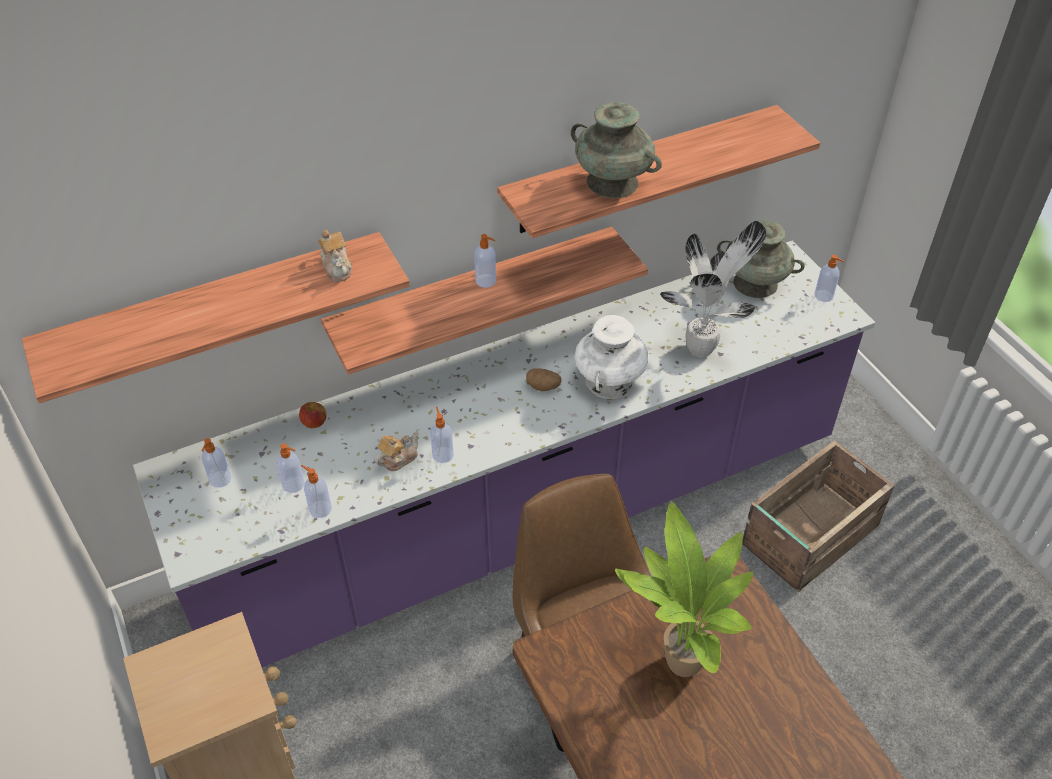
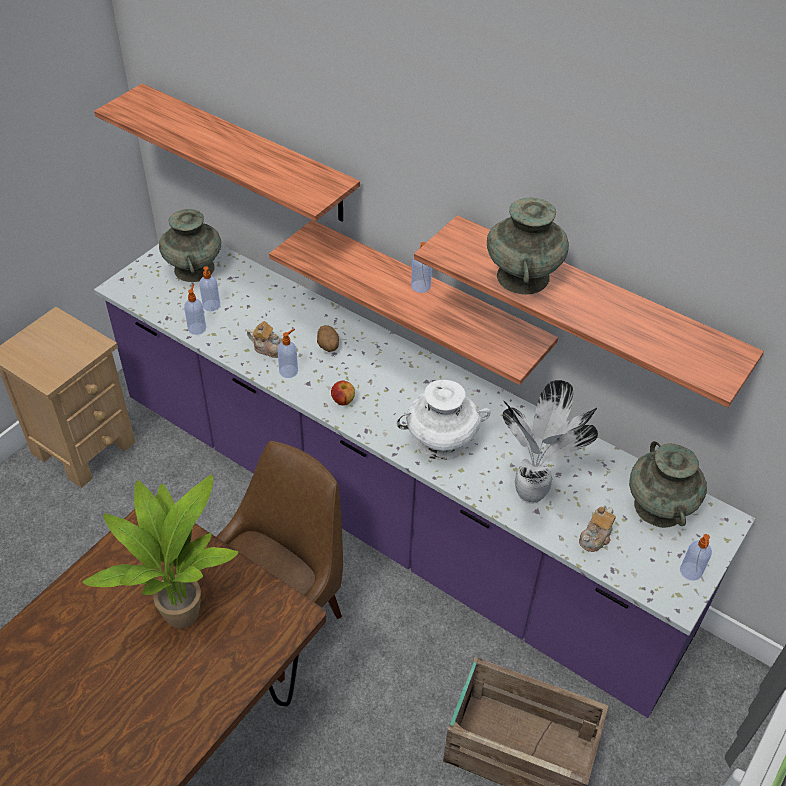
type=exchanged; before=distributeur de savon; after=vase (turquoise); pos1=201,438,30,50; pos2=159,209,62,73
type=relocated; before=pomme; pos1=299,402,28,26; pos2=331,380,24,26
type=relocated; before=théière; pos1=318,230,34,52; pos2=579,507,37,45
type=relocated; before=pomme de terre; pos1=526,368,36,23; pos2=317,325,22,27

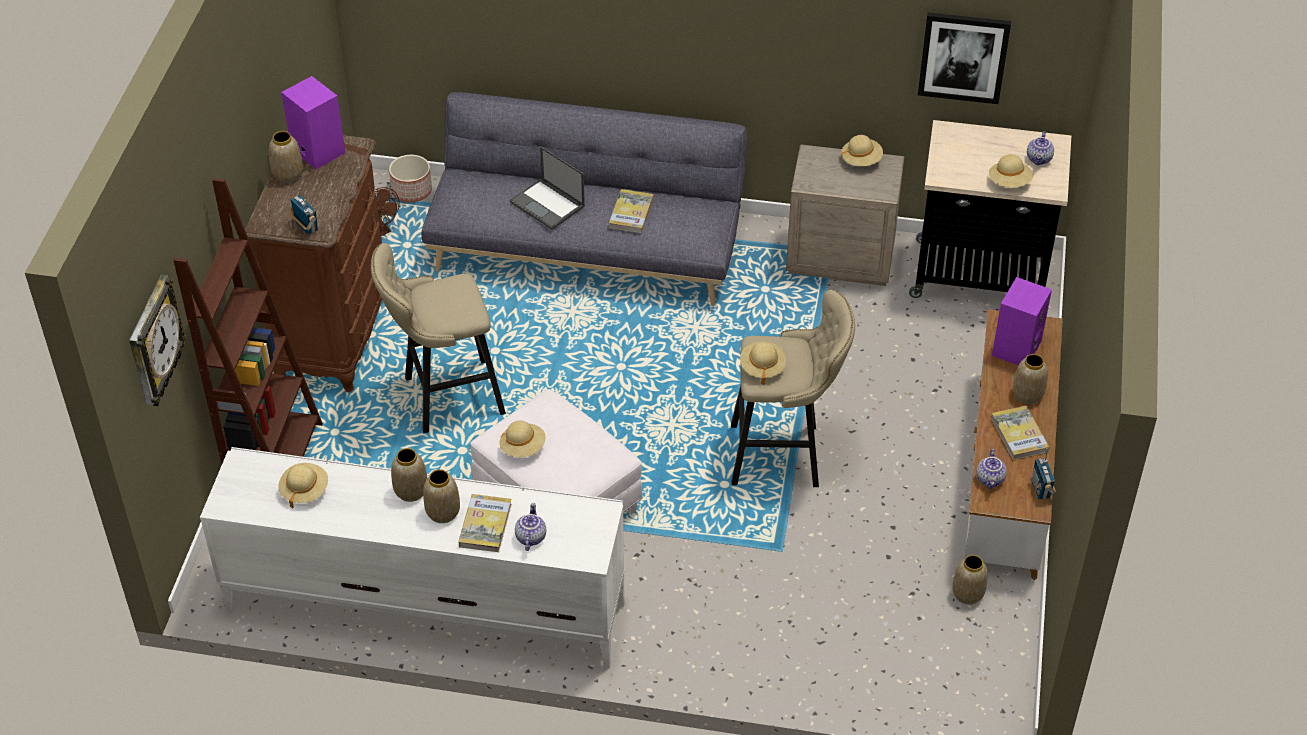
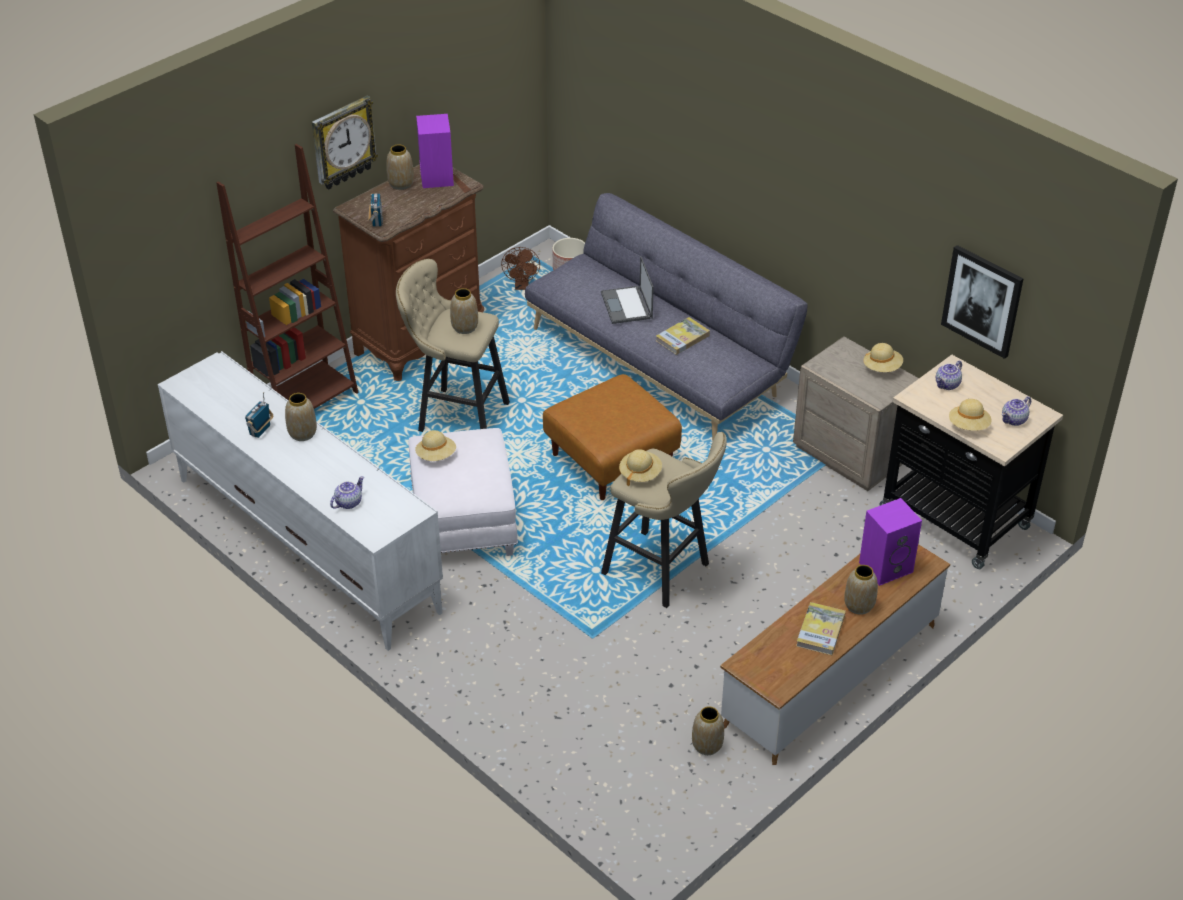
type=relocated; before=horloge murale; pos1=129,275,58,131; pos2=312,96,66,93
type=missing; before=chapeau (beige); pos1=279,463,49,46
type=relocated; before=vase; pos1=423,469,37,54; pos2=450,288,28,46
type=missing; before=livre; pos1=458,494,54,58
type=relocated; before=théière; pos1=976,449,31,40; pos2=936,360,26,30
type=relocated; before=radio; pos1=1032,448,24,51; pos2=245,392,28,46
type=appeared; after=pouf (marron); pos2=543,374,139,126

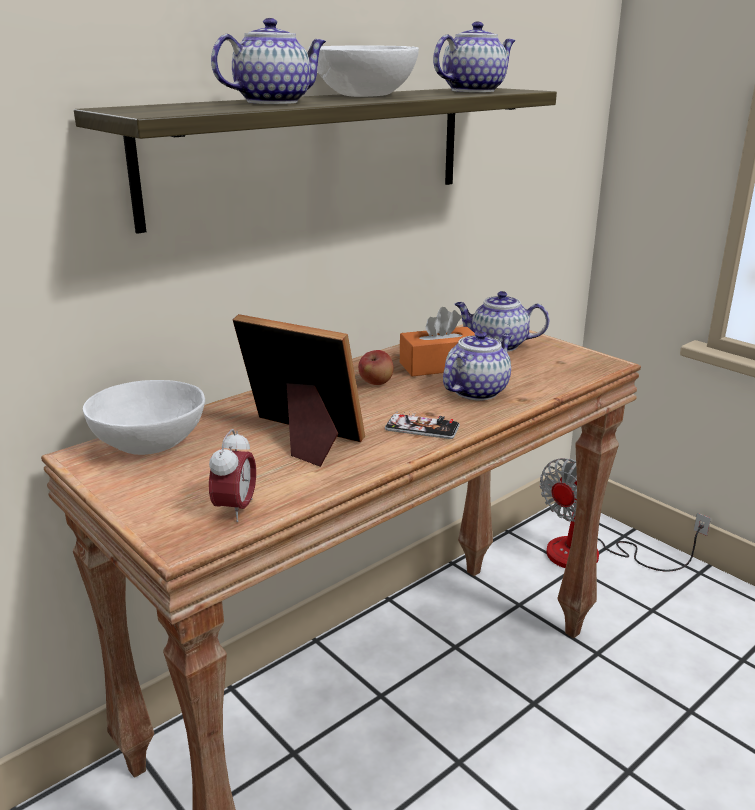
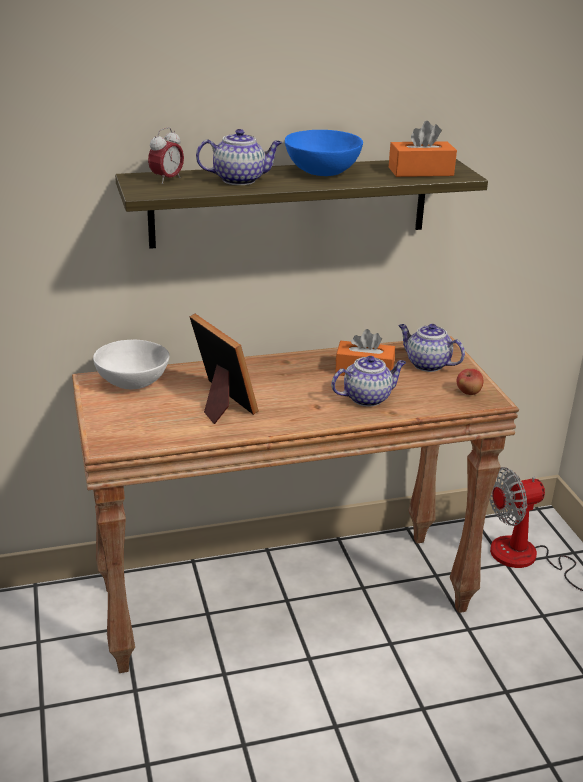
type=relocated; before=réveil; pos1=209,429,47,93; pos2=148,127,36,57
type=colour; before=bol (blanc); after=bol (bleu); pos1=309,45,110,52; pos2=285,130,78,46
type=relocated; before=pomme; pos1=358,350,36,35; pos2=457,369,26,26
type=missing; before=téléphone; pos1=385,412,75,27
type=exchanged; before=théière; after=boîte à mouchoirs (orange); pos1=433,21,83,71; pos2=389,121,68,56

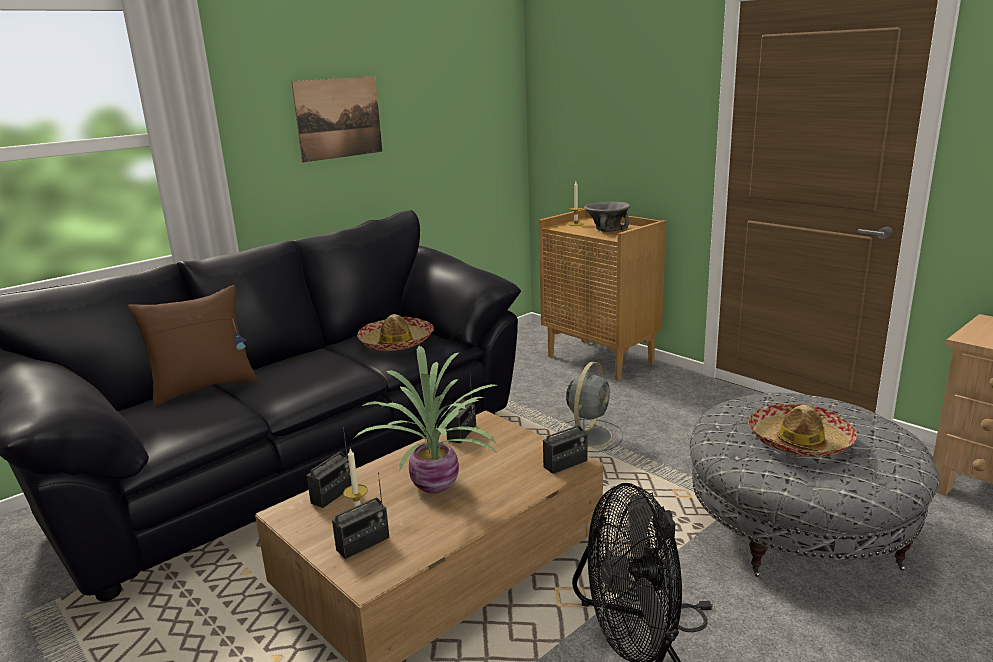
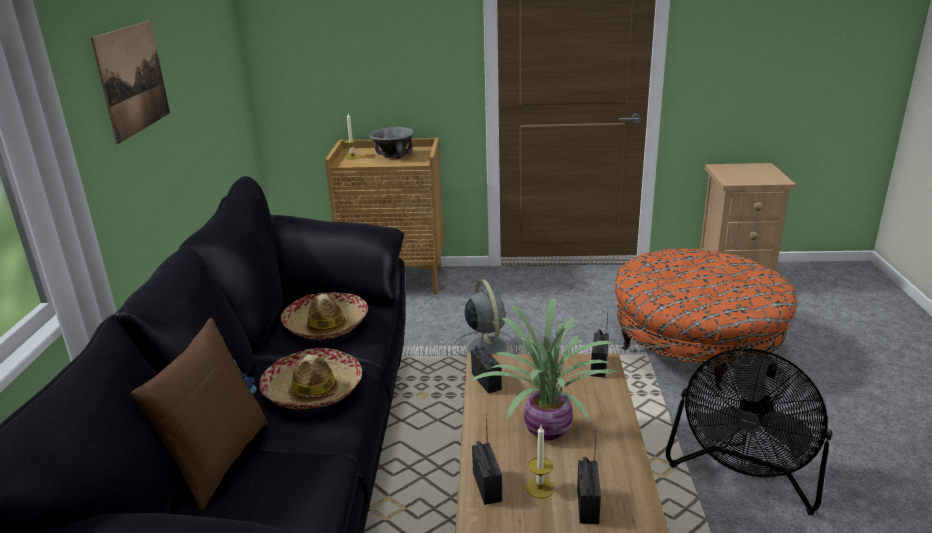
type=colour; before=pouf (gris); after=pouf (orange); pos1=690,392,250,185; pos2=615,248,182,142
type=relocated; before=chapeau; pos1=748,403,109,54; pos2=260,348,102,61

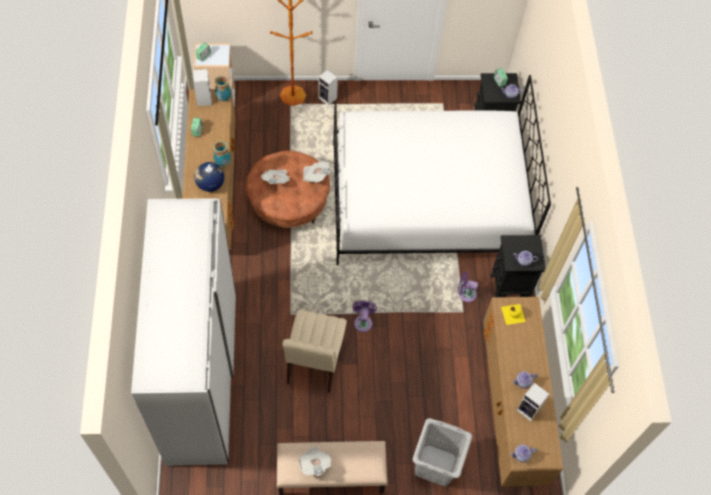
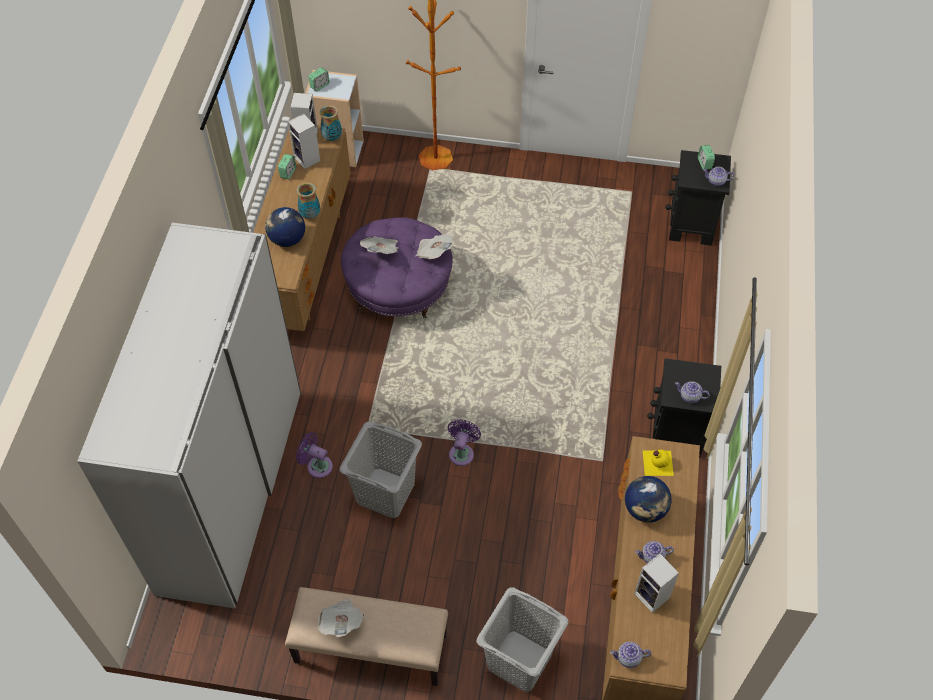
type=colour; before=pouf (marron); after=pouf (violet); pos1=246,150,84,78; pos2=341,217,112,101
type=exchanged; before=chaise (beige); after=panier à linge (gris); pos1=282,310,65,83; pos2=340,421,82,97
type=relocated; before=enceinte; pos1=318,69,20,37; pos2=288,114,32,55
type=missing; before=lit (blanc); pos1=333,75,218,190
type=relocated; before=ventilateur (violet); pos1=458,271,20,31; pos2=296,432,37,46
type=appeared; after=globe; pos2=625,476,47,47

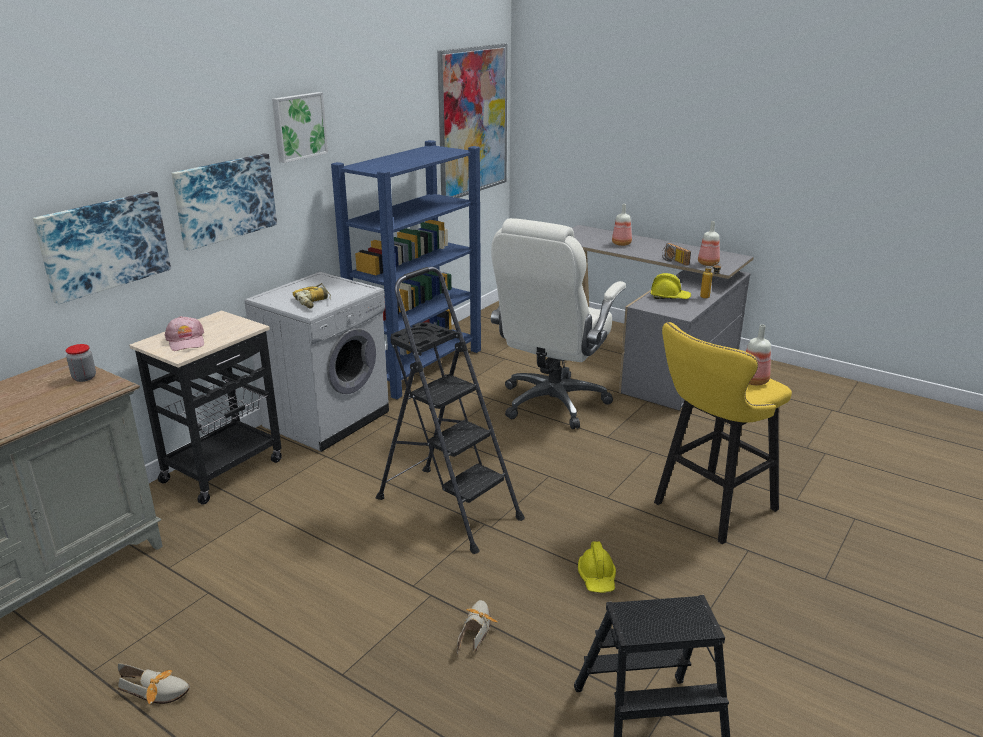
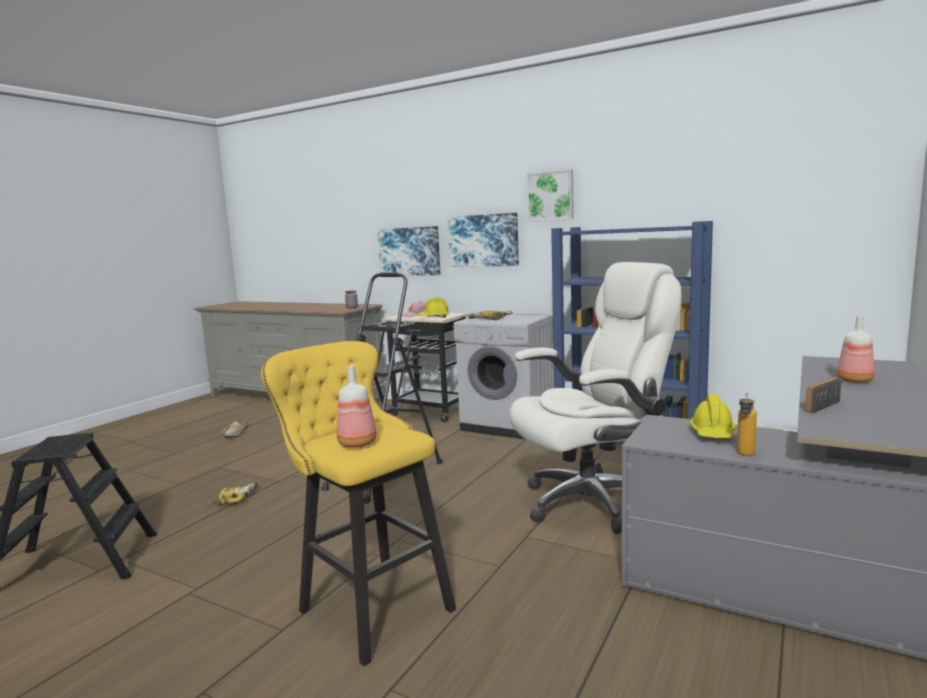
type=missing; before=tableau; pos1=437,43,71,155
type=exchanged; before=chaussure; after=perceuse; pos1=457,600,41,58; pos2=206,481,52,23
type=spun; before=chaise de bureau (blanc); pos1=491,218,135,211; pos2=509,262,172,272; turn=135
type=relocated; before=casque de chantier (jaune); pos1=578,541,38,52; pos2=416,298,33,20
type=missing; before=bouteille; pos1=698,221,22,45

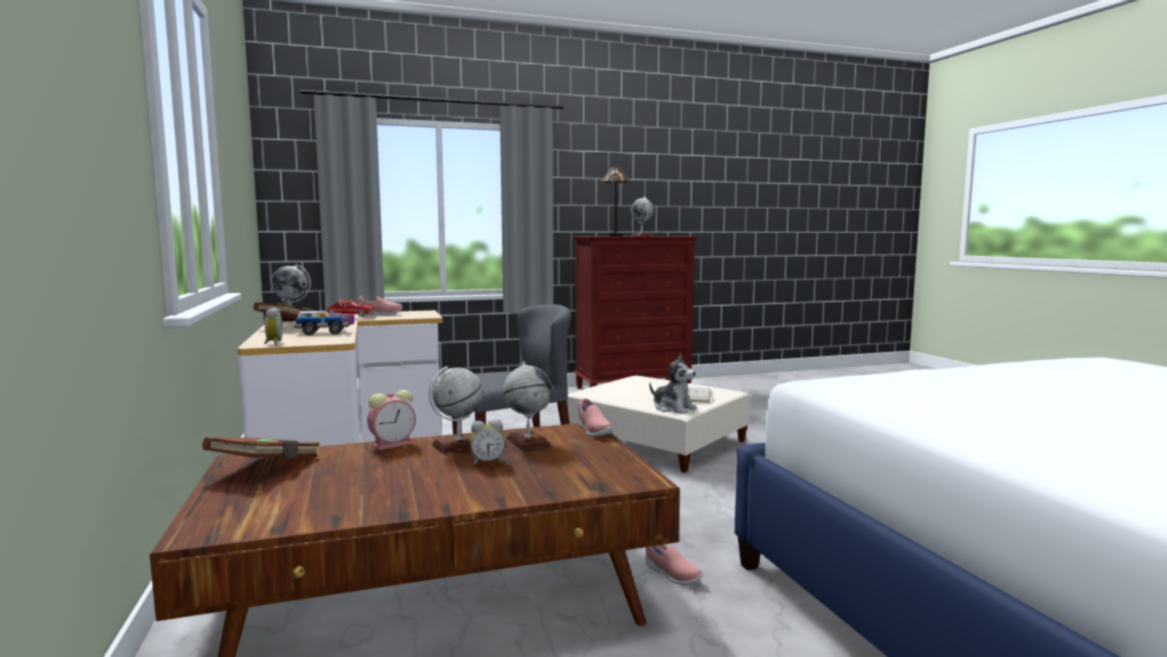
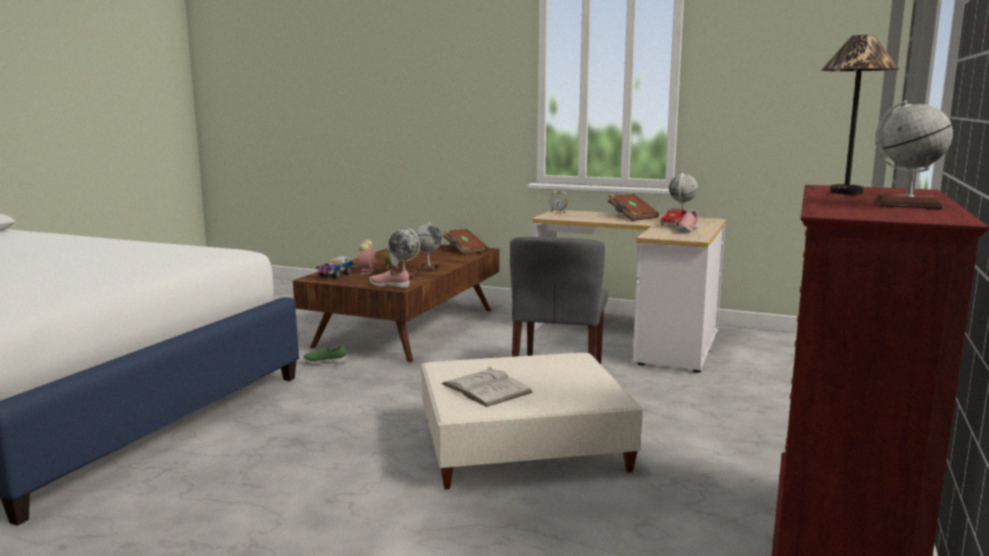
type=relocated; before=camion jouet; pos1=294,311,60,24; pos2=316,256,38,23
type=relocated; before=réveil; pos1=367,390,49,60; pos2=358,240,18,35
type=colour; before=chaussure (rose); after=chaussure (vert); pos1=645,544,58,41; pos2=303,345,43,20
type=missing; before=peluche; pos1=649,354,48,60

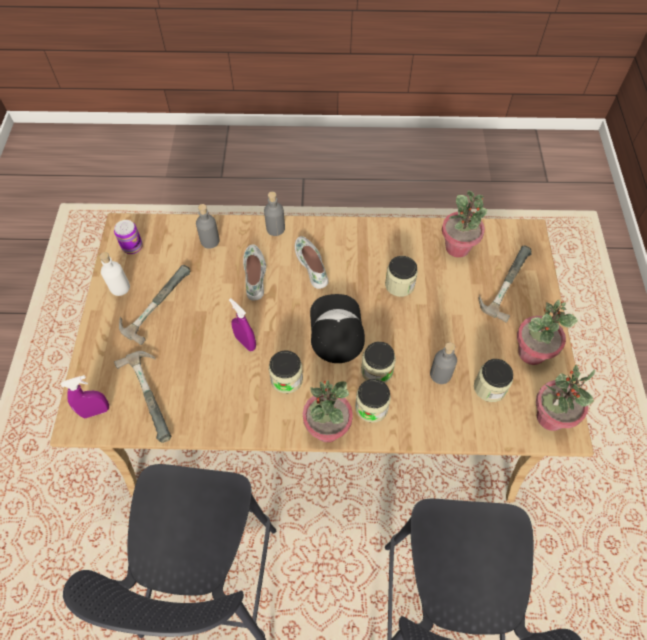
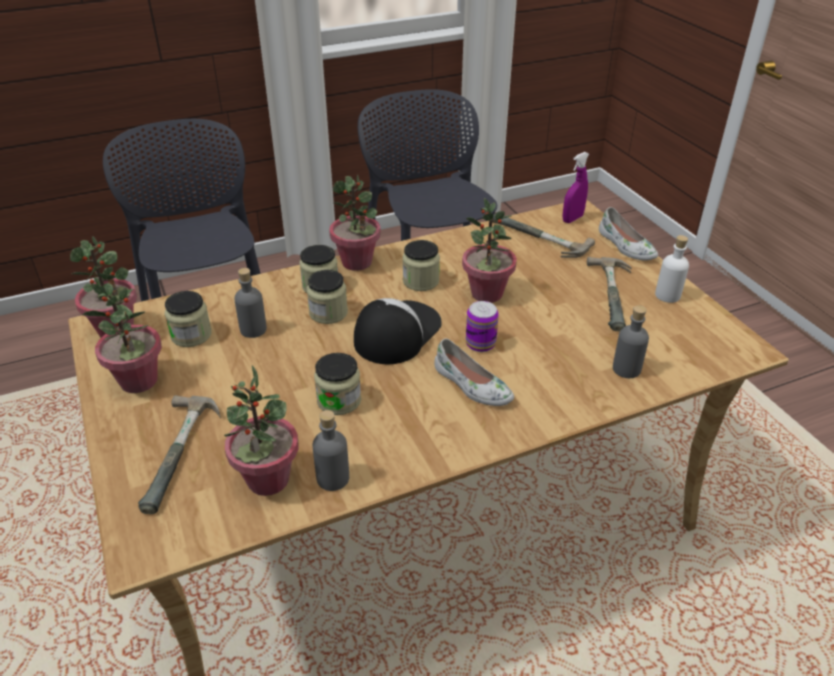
type=relocated; before=boîte métallique; pos1=114,220,29,34; pos2=466,301,33,51
type=exchanged; before=vaporisateur (violet); after=plante en pot; pos1=229,298,27,53; pos2=462,198,55,105
type=relocated; before=chaussure (blanc); pos1=243,244,23,56; pos2=599,207,59,54
type=relocated; before=bouteille (gris); pos1=264,192,21,44; pos2=313,410,36,81
type=spun; before=casquette; pos1=310,294,55,69; pos2=354,298,88,66; turn=-120

